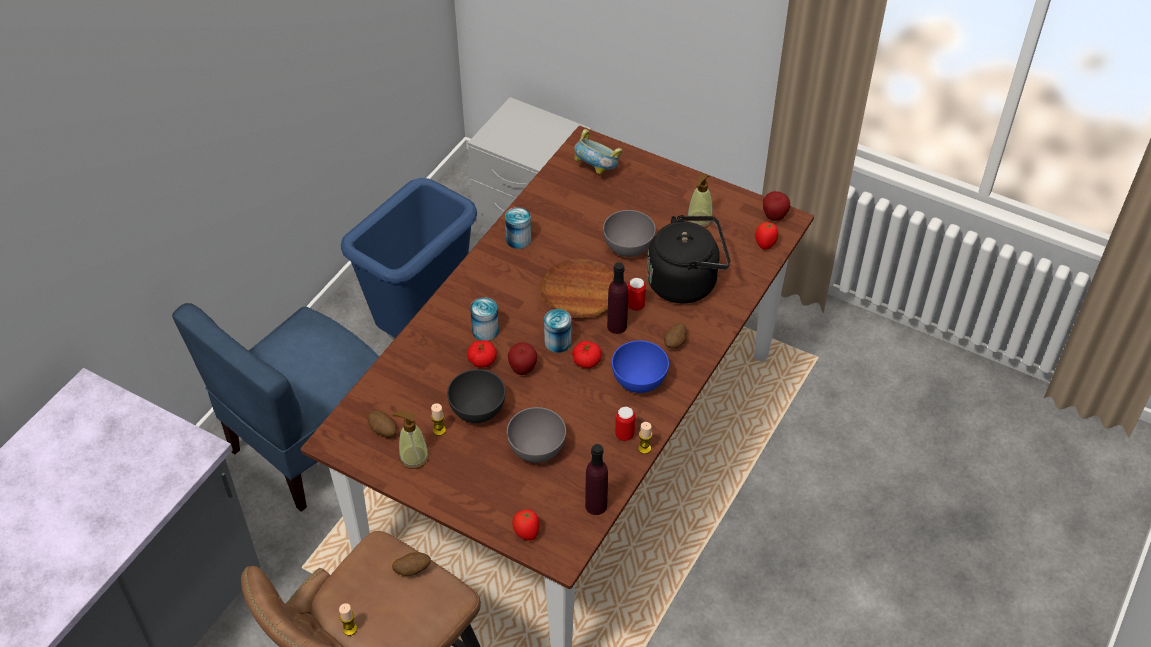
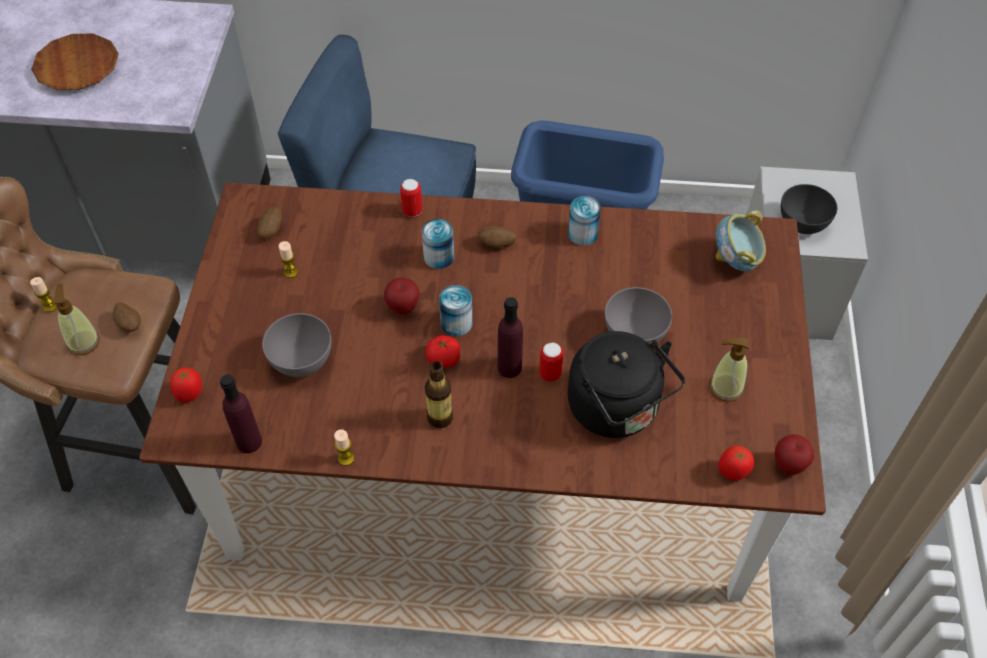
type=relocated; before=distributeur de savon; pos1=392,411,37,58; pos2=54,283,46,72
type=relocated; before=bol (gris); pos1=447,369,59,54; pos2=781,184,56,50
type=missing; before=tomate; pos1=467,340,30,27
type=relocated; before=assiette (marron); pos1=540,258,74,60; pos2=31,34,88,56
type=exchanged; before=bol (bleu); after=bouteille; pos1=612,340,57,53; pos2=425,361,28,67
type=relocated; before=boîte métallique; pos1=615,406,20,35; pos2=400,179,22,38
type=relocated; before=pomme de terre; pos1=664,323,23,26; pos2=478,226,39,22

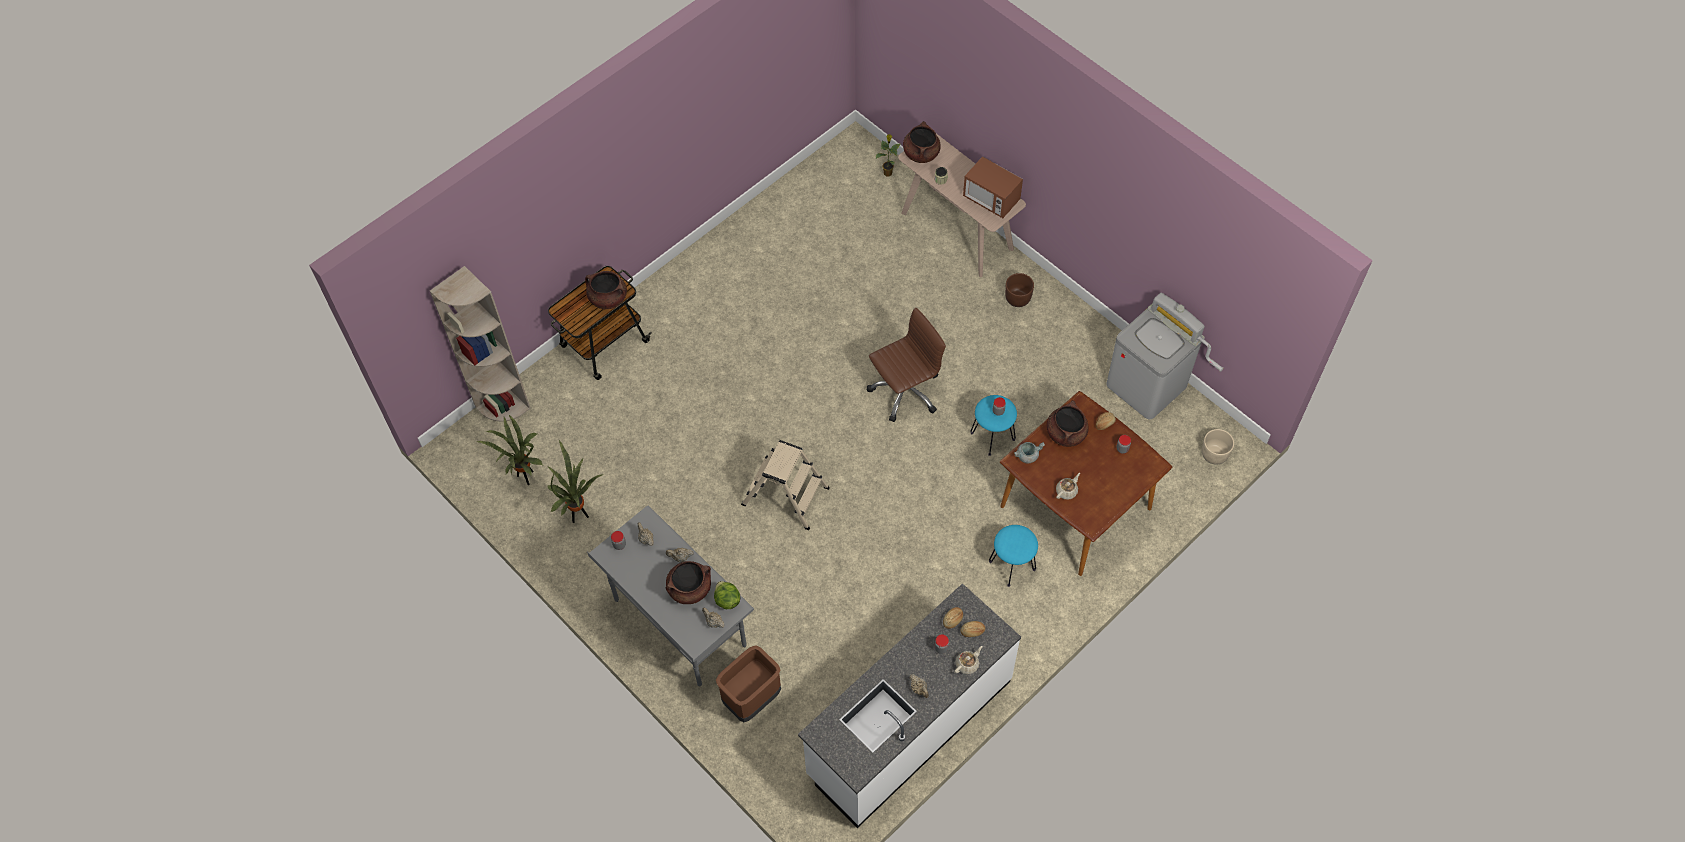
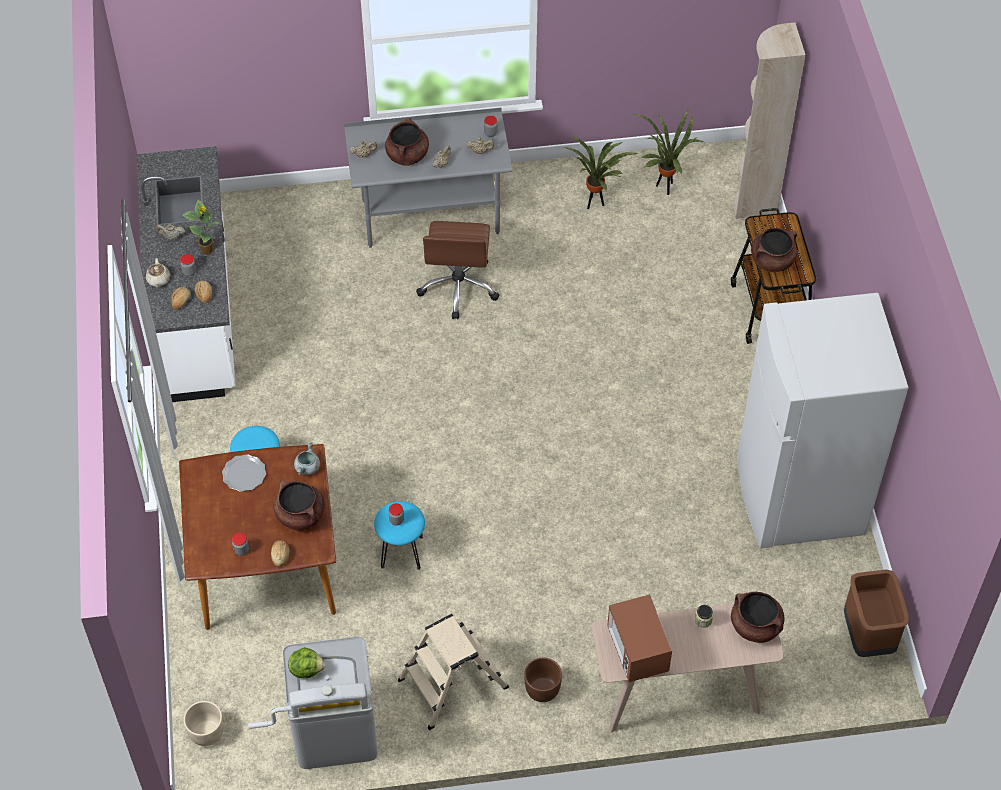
type=relocated; before=laitue; pos1=714,581,26,28; pos2=288,647,37,31
type=relocated; before=poubelle (marron); pos1=716,645,65,77; pos2=844,570,65,87
type=relocated; before=escabeau (beige); pos1=741,440,89,90; pos2=398,614,111,116
type=relocated; before=chaise de bureau (marron); pos1=867,308,79,114; pos2=416,221,83,98
type=relocated; before=plante en pot; pos1=876,134,25,43; pos2=183,200,36,55
type=spun; before=micro-ondes; pos1=963,156,60,62; pos2=607,594,65,88; turn=-90
type=exchanged; before=théière (beige); after=assiette; pos1=1056,473,24,27; pos2=222,454,44,38
type=appeared; after=réfrigérateur (blanc); pos2=737,293,171,256

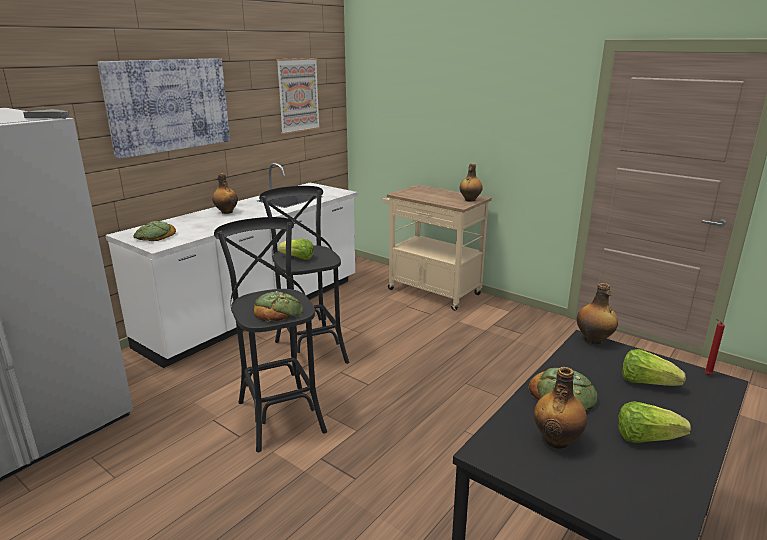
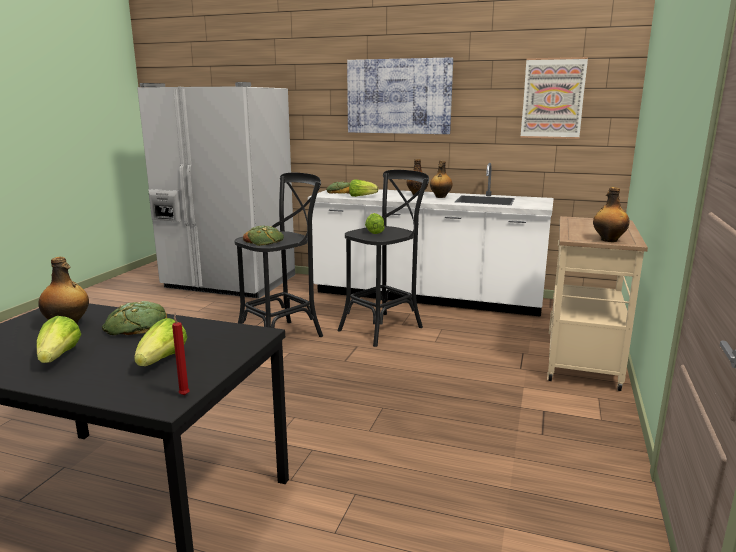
type=relocated; before=bouteille; pos1=577,283,41,61; pos2=430,161,23,37
type=appeared; after=laitue; pos2=349,179,29,18

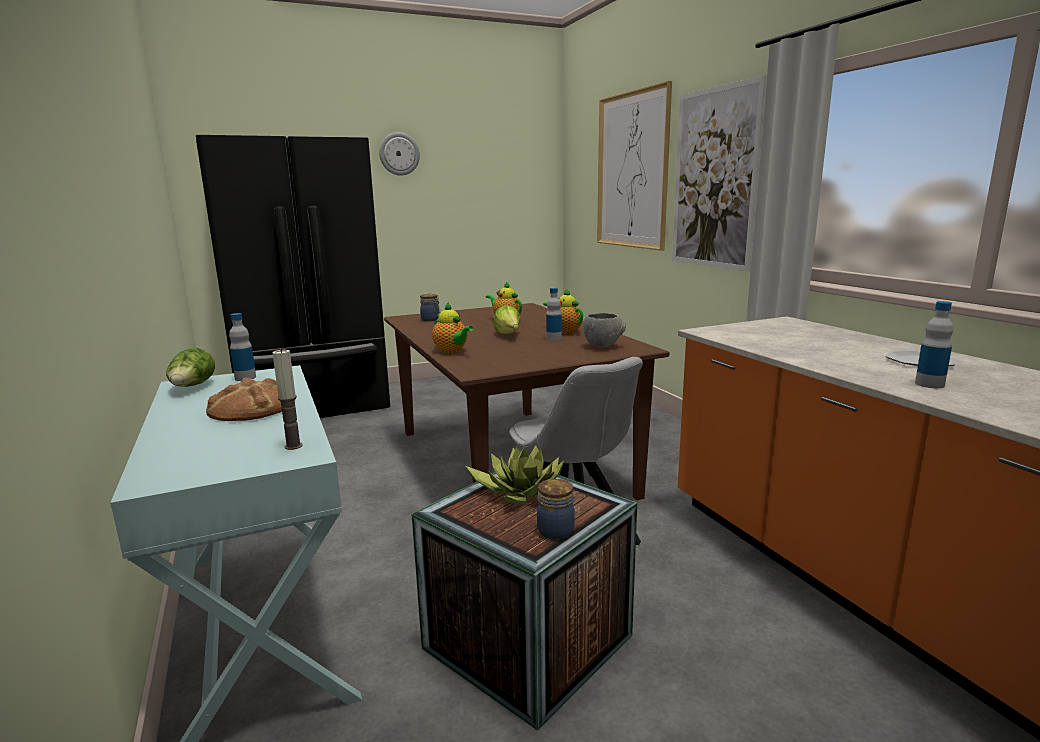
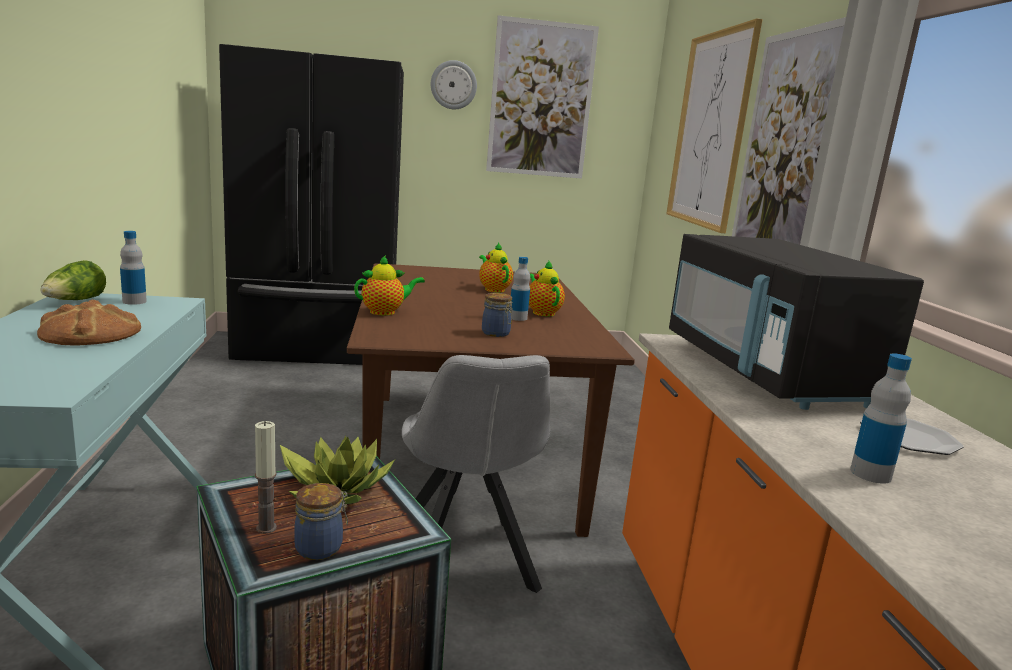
type=relocated; before=bougie; pos1=272,348,31,102; pos2=255,421,22,113
type=relocated; before=bocal; pos1=420,294,20,27; pos2=482,293,30,44
type=spun; before=théière; pos1=432,302,41,51; pos2=354,255,71,60; turn=-90
type=missing; before=laitue; pos1=493,305,28,29
type=missing; before=bol (gris); pos1=583,313,43,35
type=appeared; after=tableau; pos2=486,15,113,164
type=appeared; after=micro-ondes (noir); pos2=669,234,255,176

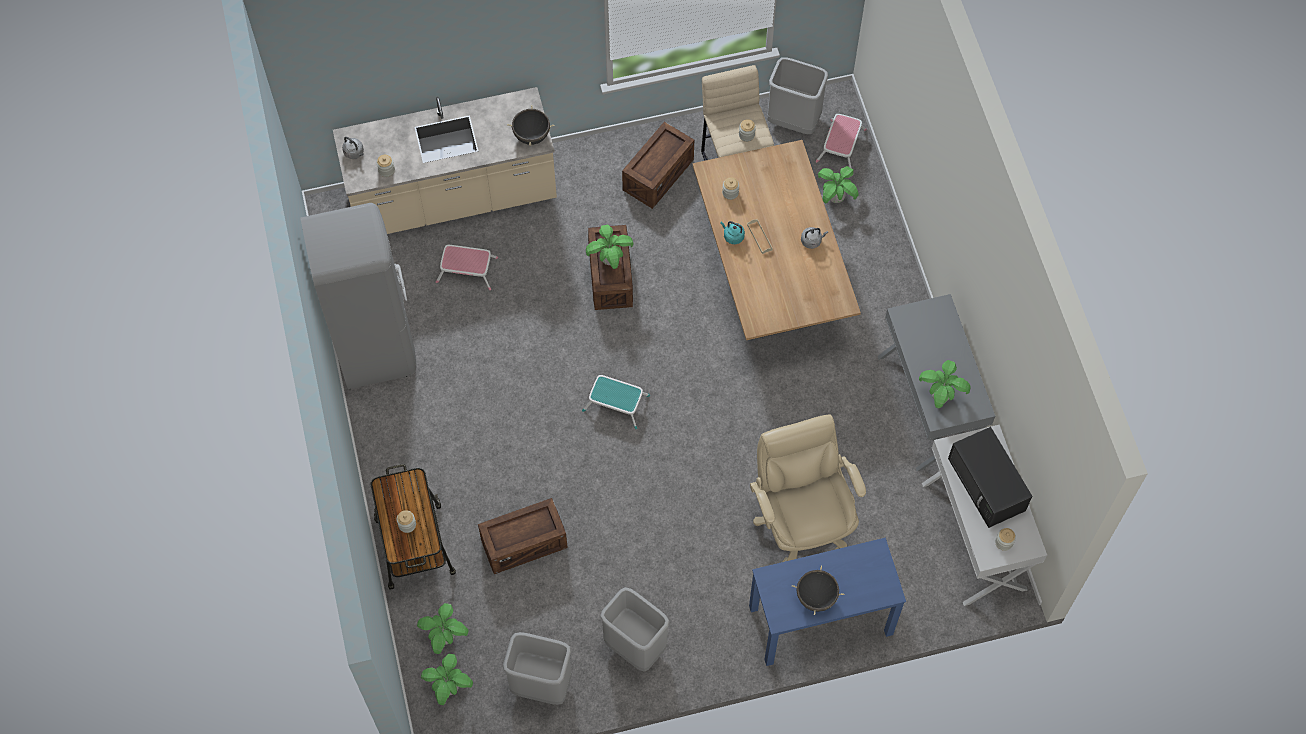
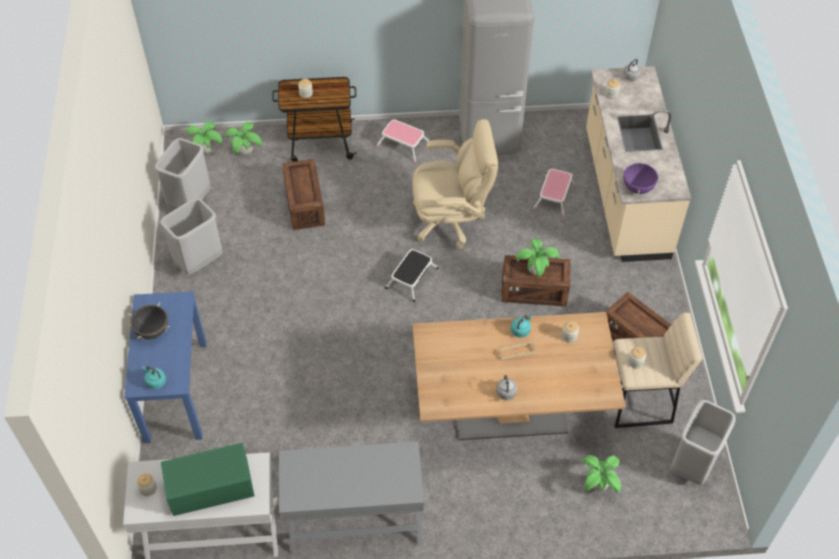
type=colour; before=marmite (noir); after=marmite (violet); pos1=507,105,48,41; pos2=619,160,43,34
type=colour; before=escabeau (turquoise); after=escabeau (noir); pos1=582,375,68,54; pos2=385,249,54,53
type=relocated; before=chaise de bureau (beige); pos1=750,414,116,148; pos2=413,119,85,130
type=relocated; before=escabeau (rose); pos1=815,114,52,55; pos2=376,119,53,43
type=missing; before=plante en pot; pos1=919,360,51,49
type=colour; before=micro-ondes (noir); after=micro-ondes (vert); pos1=948,427,84,101; pos2=161,443,94,73
type=appeared; after=bouilloire (turquoise); pos2=142,366,24,23

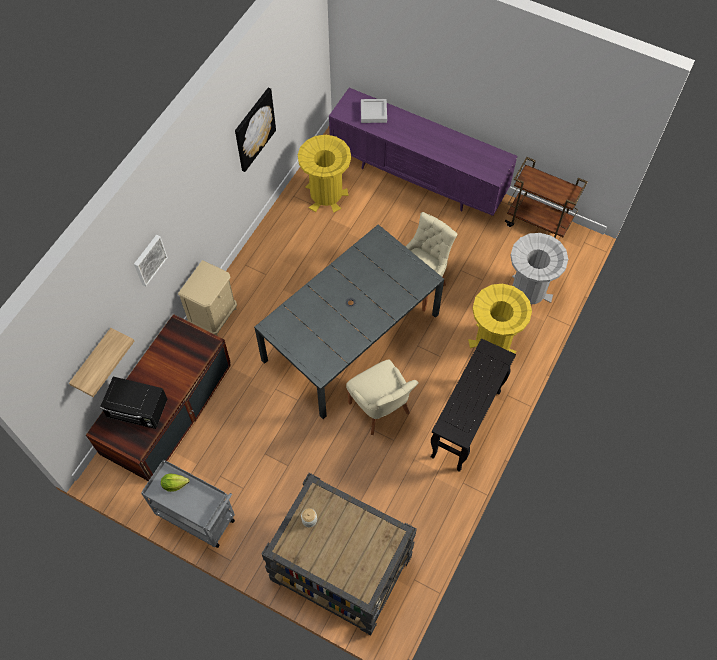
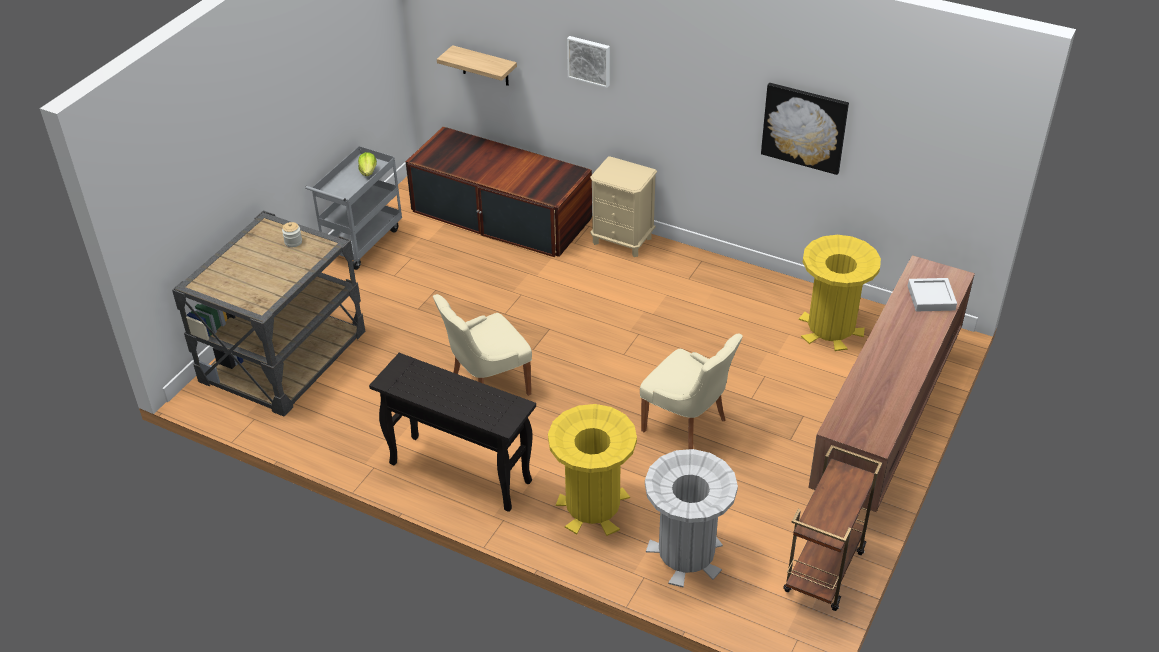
type=missing; before=micro-ondes (noir); pos1=100,377,67,52
type=missing; before=table à manger (gris); pos1=254,224,190,195
type=colour; before=meuble de rangement (violet); after=meuble de rangement (marron); pos1=329,88,188,128; pos2=808,255,167,257

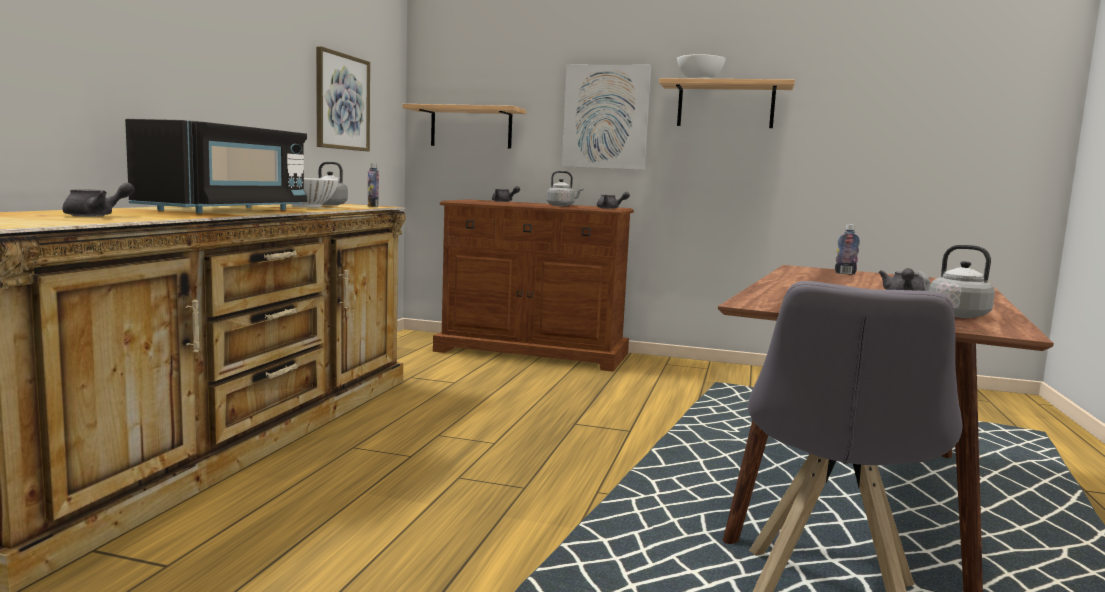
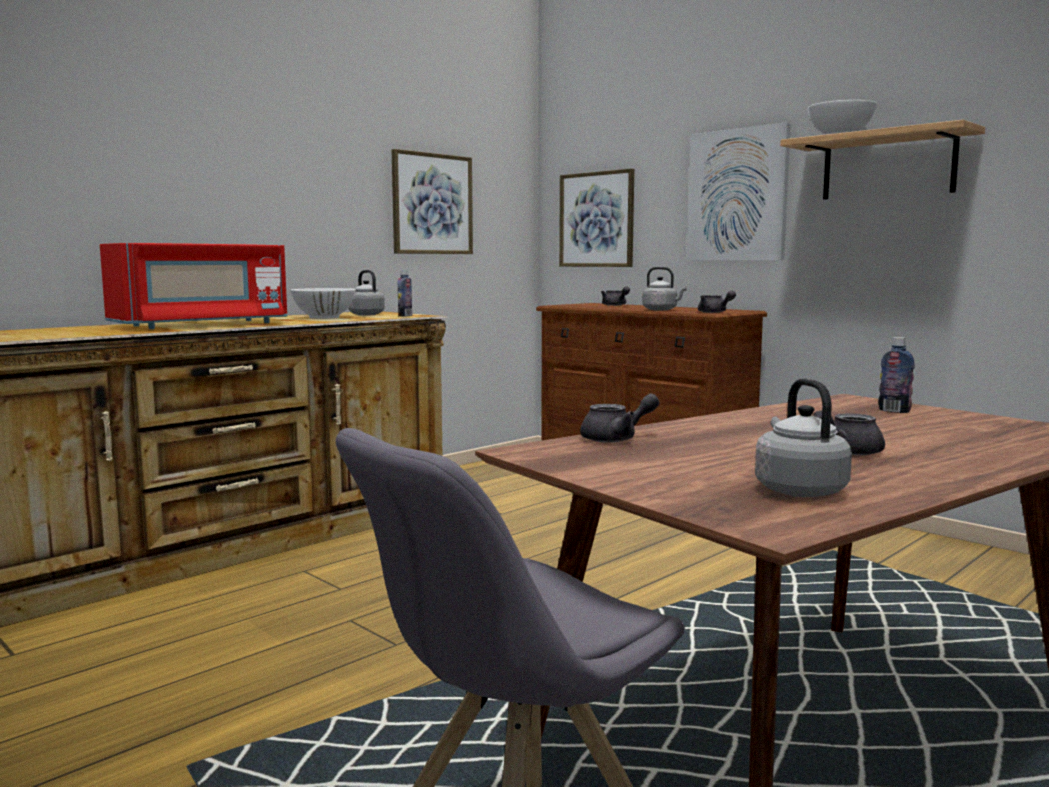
type=relocated; before=théière (gris); pos1=63,182,72,35; pos2=580,394,79,49
type=colour; before=micro-ondes (noir); after=micro-ondes (rouge); pos1=125,119,182,94; pos2=100,243,187,86
type=exchanged; before=étagère; after=tableau; pos1=402,104,124,45; pos2=559,169,75,98

